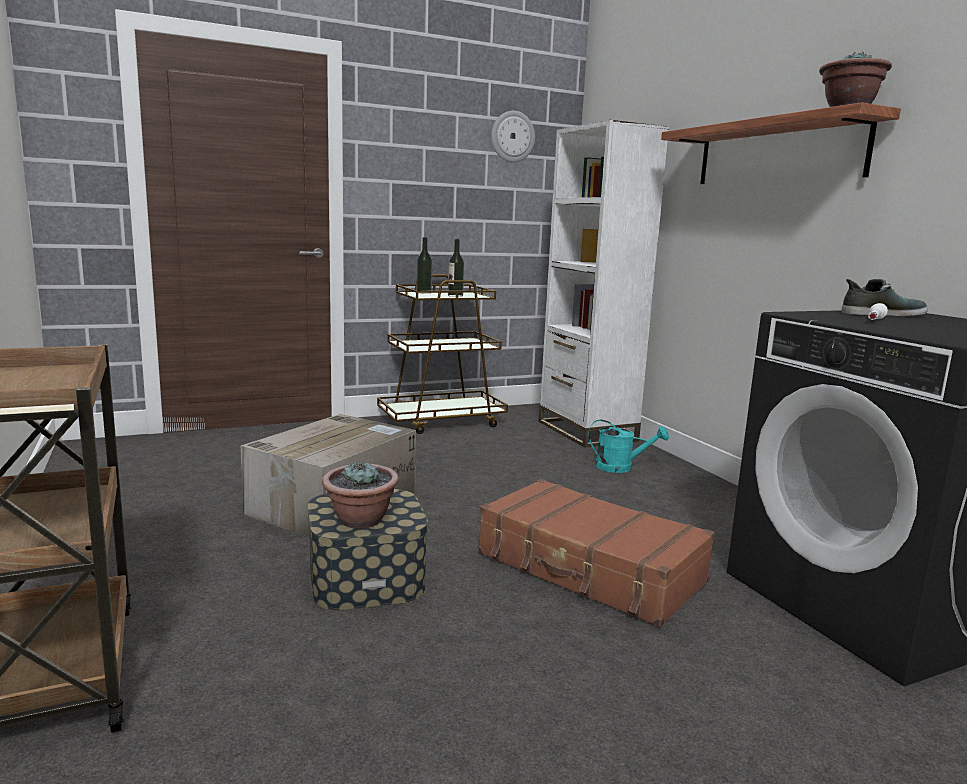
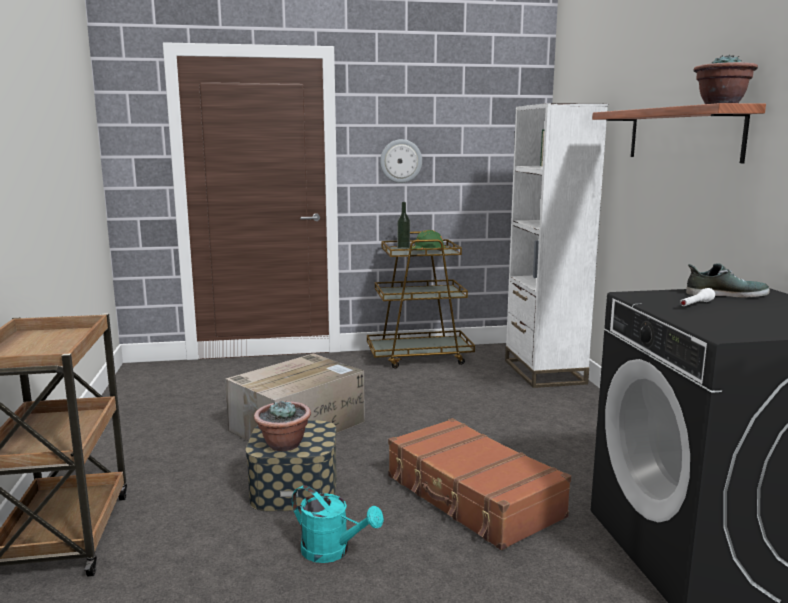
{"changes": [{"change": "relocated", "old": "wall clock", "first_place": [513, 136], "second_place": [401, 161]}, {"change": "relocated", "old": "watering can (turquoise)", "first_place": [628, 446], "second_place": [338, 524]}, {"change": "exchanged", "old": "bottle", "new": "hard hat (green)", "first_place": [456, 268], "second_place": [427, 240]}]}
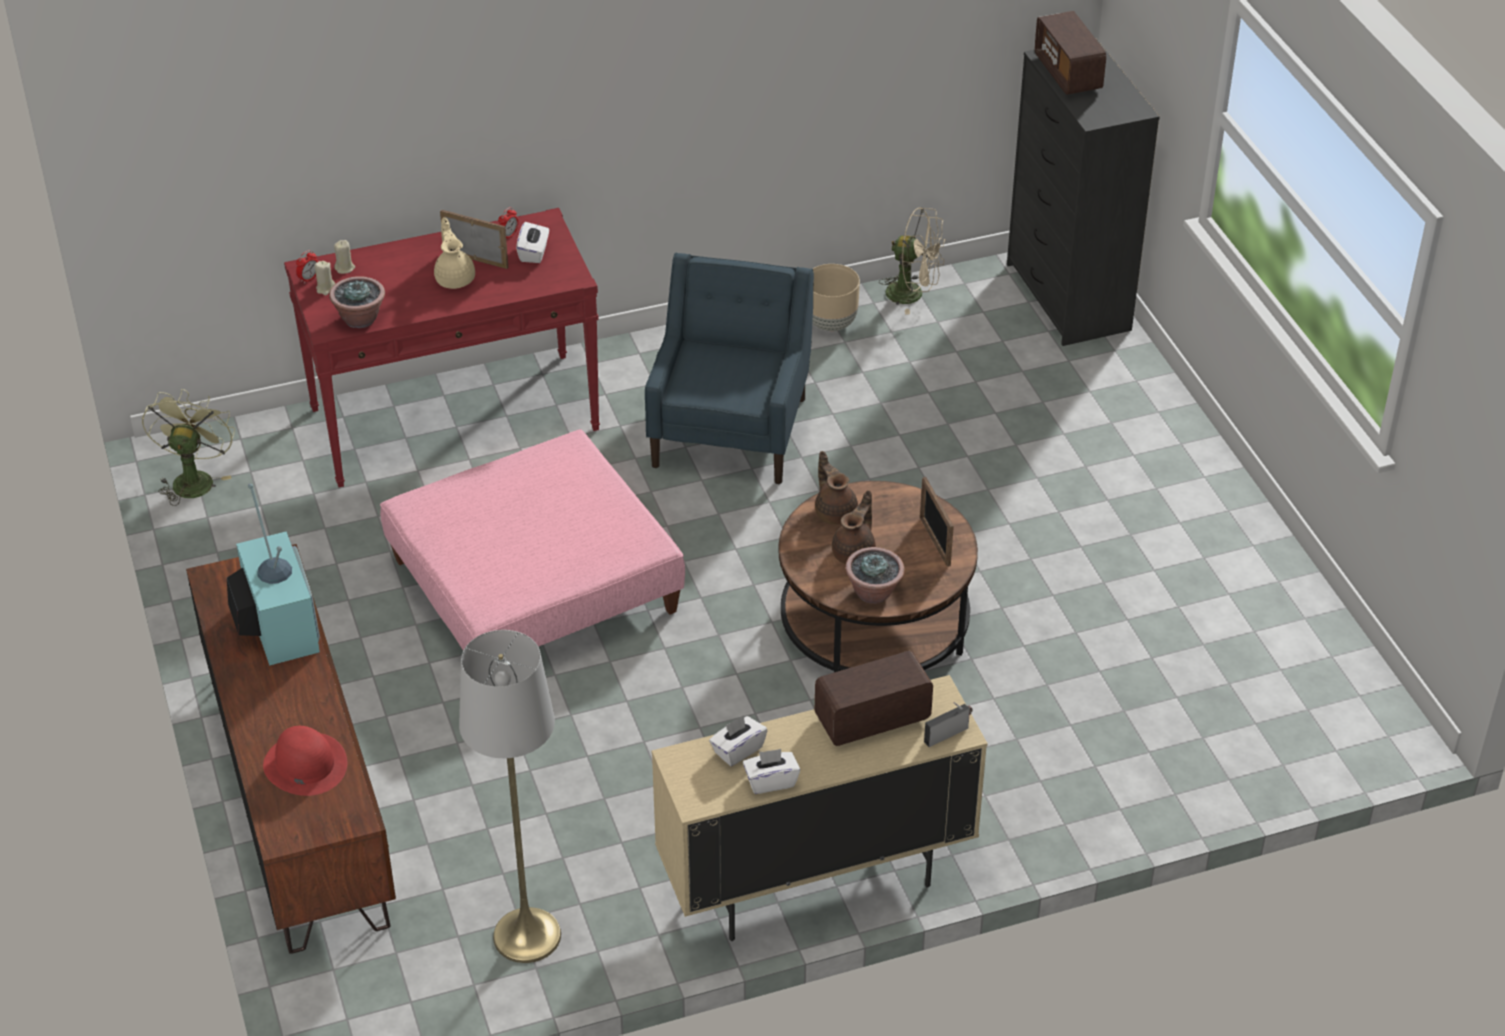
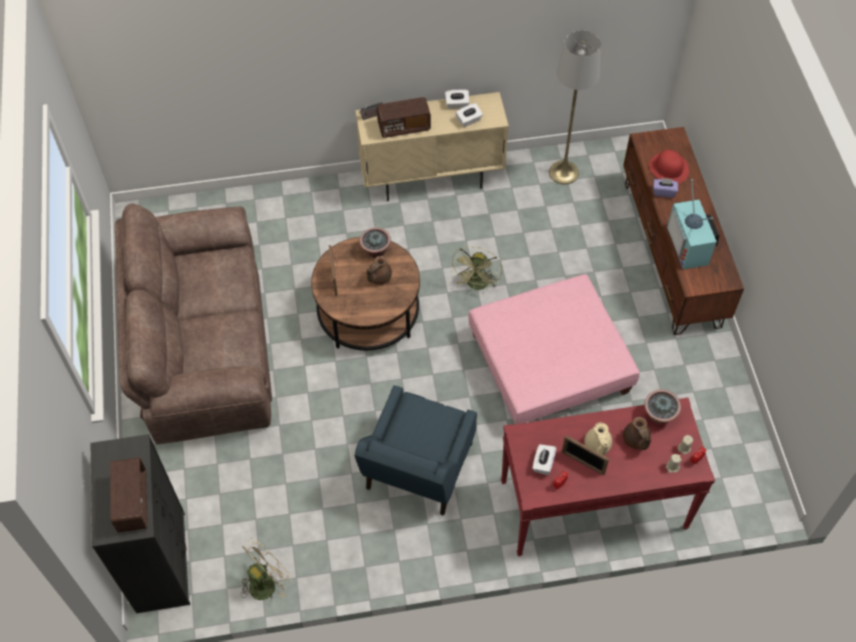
{"changes": [{"change": "missing", "old": "planter (beige)", "first_place": [836, 297]}, {"change": "appeared", "new": "sofa (brown)", "second_place": [193, 323]}, {"change": "appeared", "new": "tissue box (purple)", "second_place": [665, 188]}, {"change": "relocated", "old": "fan (green)", "first_place": [188, 447], "second_place": [476, 268]}, {"change": "relocated", "old": "teapot (brown)", "first_place": [836, 488], "second_place": [637, 433]}, {"change": "spun", "old": "fan (beige)", "first_place": [912, 261], "second_place": [266, 569], "degrees": 105}]}
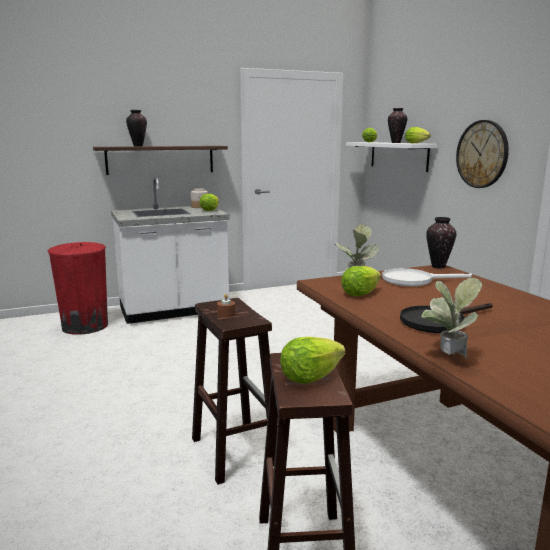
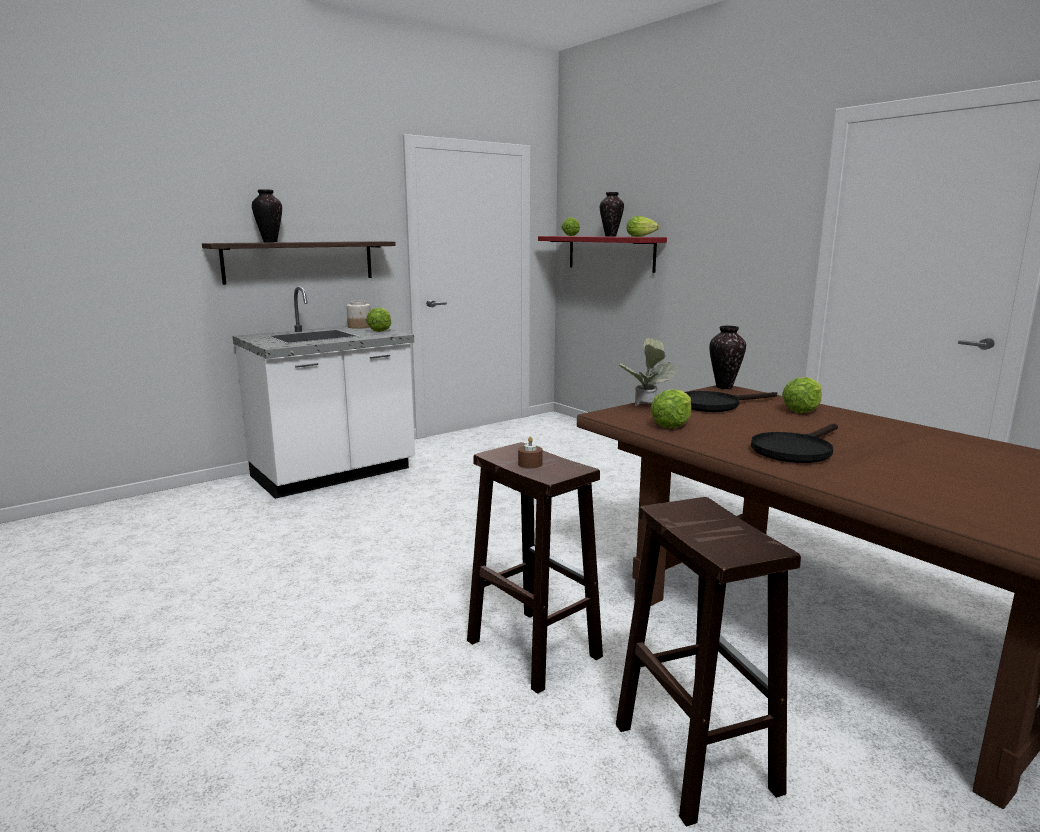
{"changes": [{"change": "missing", "old": "trash can (red)", "first_place": [78, 288]}, {"change": "missing", "old": "potted plant", "first_place": [452, 318]}, {"change": "missing", "old": "wall clock", "first_place": [482, 154]}, {"change": "relocated", "old": "lettuce", "first_place": [313, 360], "second_place": [802, 395]}, {"change": "colour", "old": "shelf (white)", "new": "shelf (red)", "first_place": [391, 157], "second_place": [602, 254]}, {"change": "colour", "old": "frying pan (white)", "new": "frying pan (black)", "first_place": [427, 277], "second_place": [731, 401]}]}
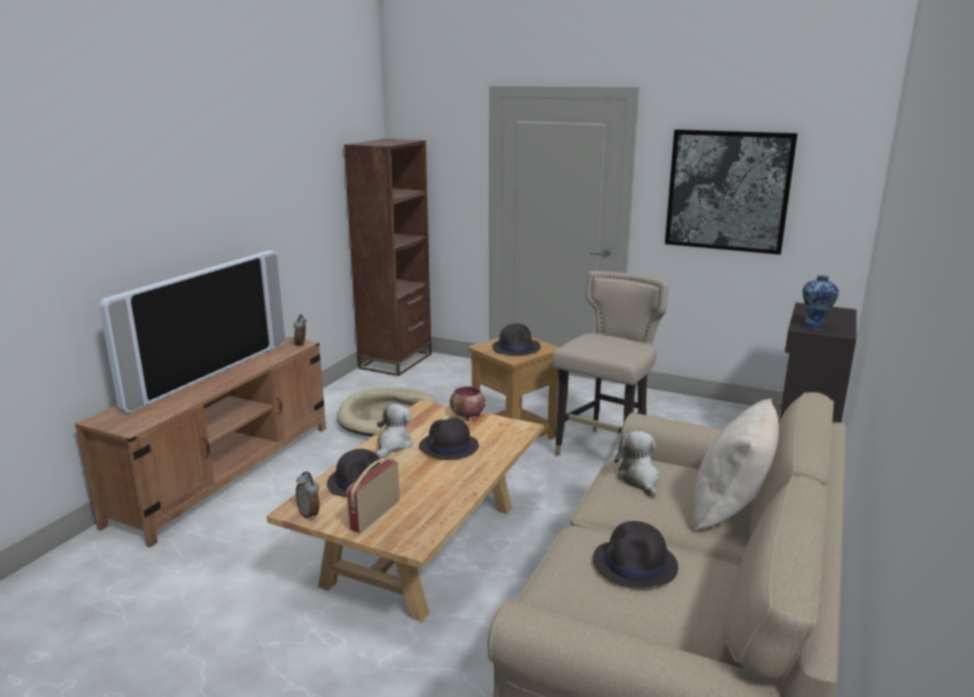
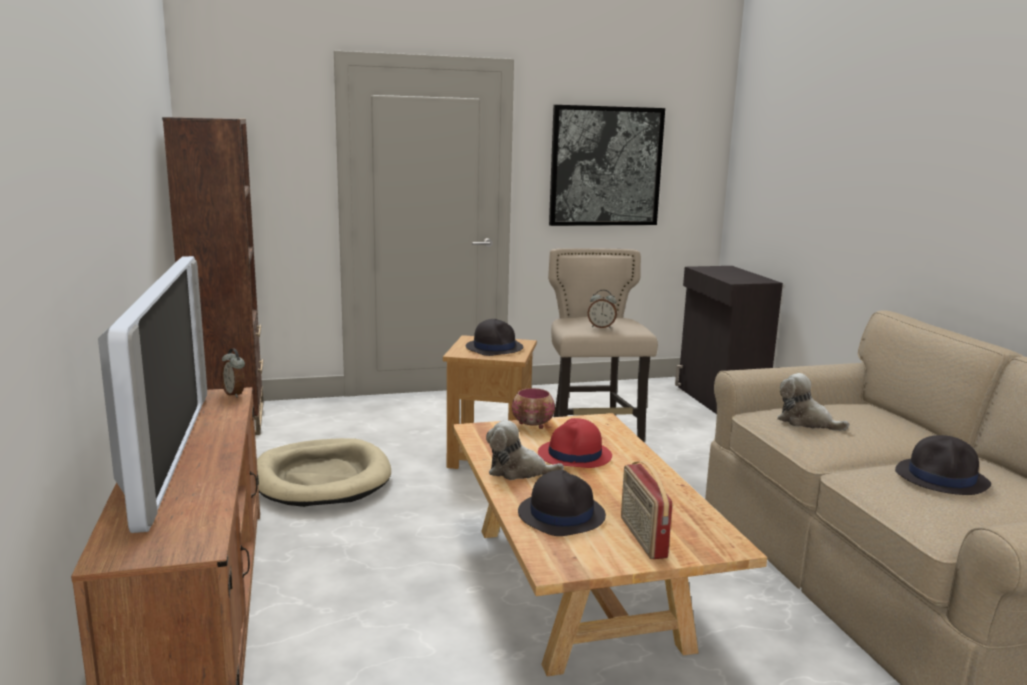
{"changes": [{"change": "missing", "old": "pillow (beige)", "first_place": [735, 464]}, {"change": "missing", "old": "vase", "first_place": [821, 303]}, {"change": "relocated", "old": "alarm clock", "first_place": [308, 495], "second_place": [602, 309]}, {"change": "colour", "old": "hat (black)", "new": "hat (red)", "first_place": [449, 439], "second_place": [575, 443]}, {"change": "spun", "old": "plush toy", "first_place": [394, 431], "second_place": [525, 450], "degrees": -60}]}
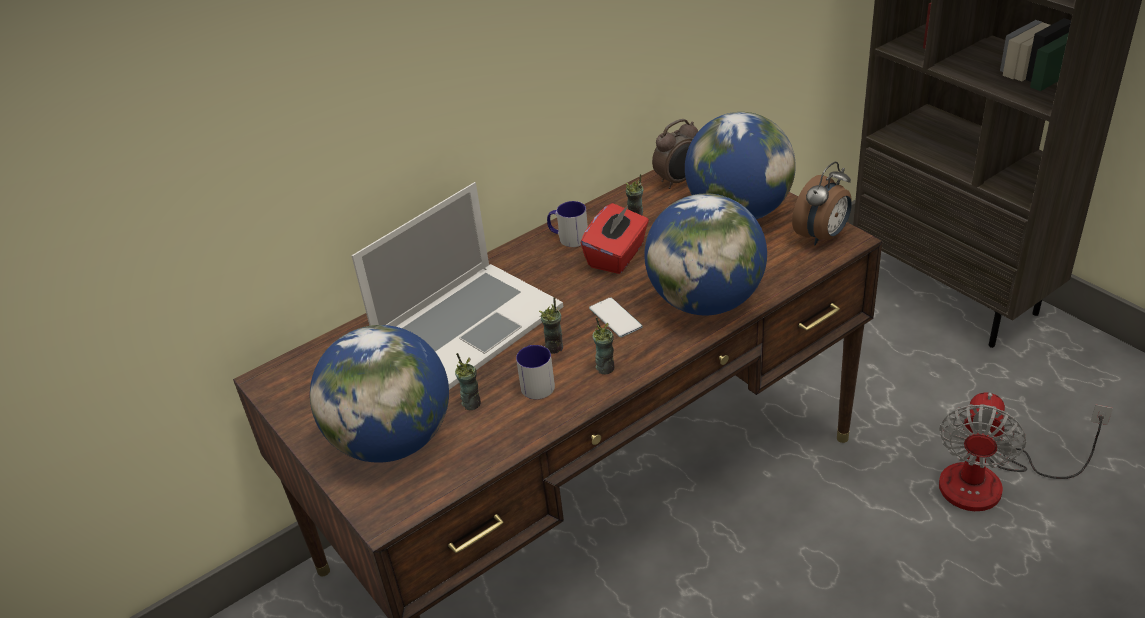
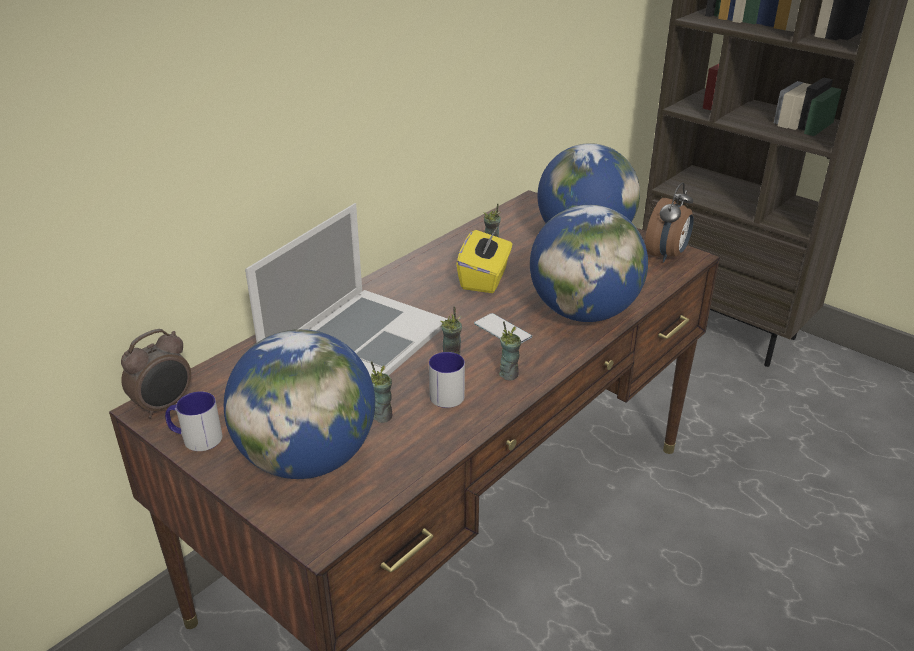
{"changes": [{"change": "missing", "old": "fan", "first_place": [1026, 452]}, {"change": "relocated", "old": "mug", "first_place": [567, 224], "second_place": [193, 421]}, {"change": "relocated", "old": "alarm clock", "first_place": [675, 154], "second_place": [156, 374]}, {"change": "colour", "old": "tissue box (red)", "new": "tissue box (yellow)", "first_place": [615, 238], "second_place": [484, 260]}]}
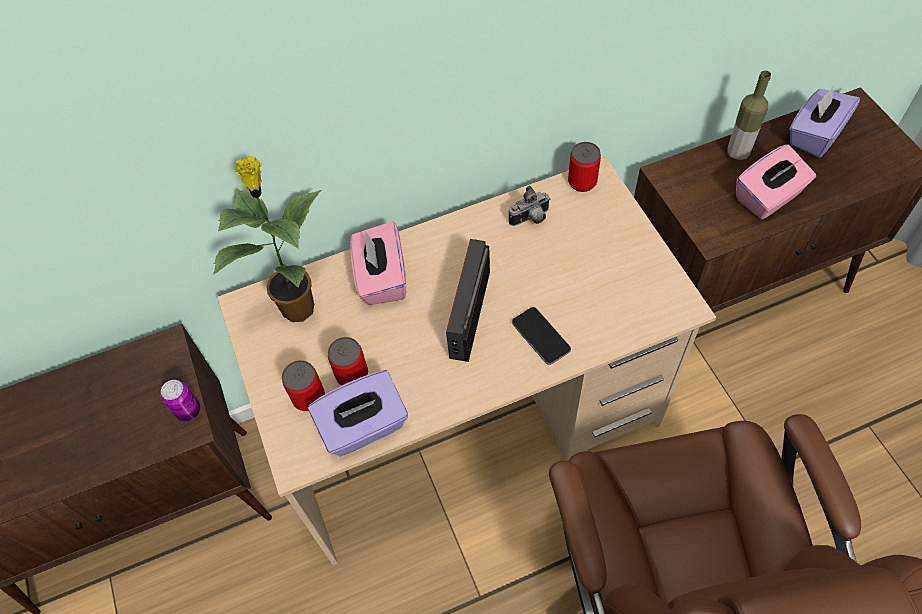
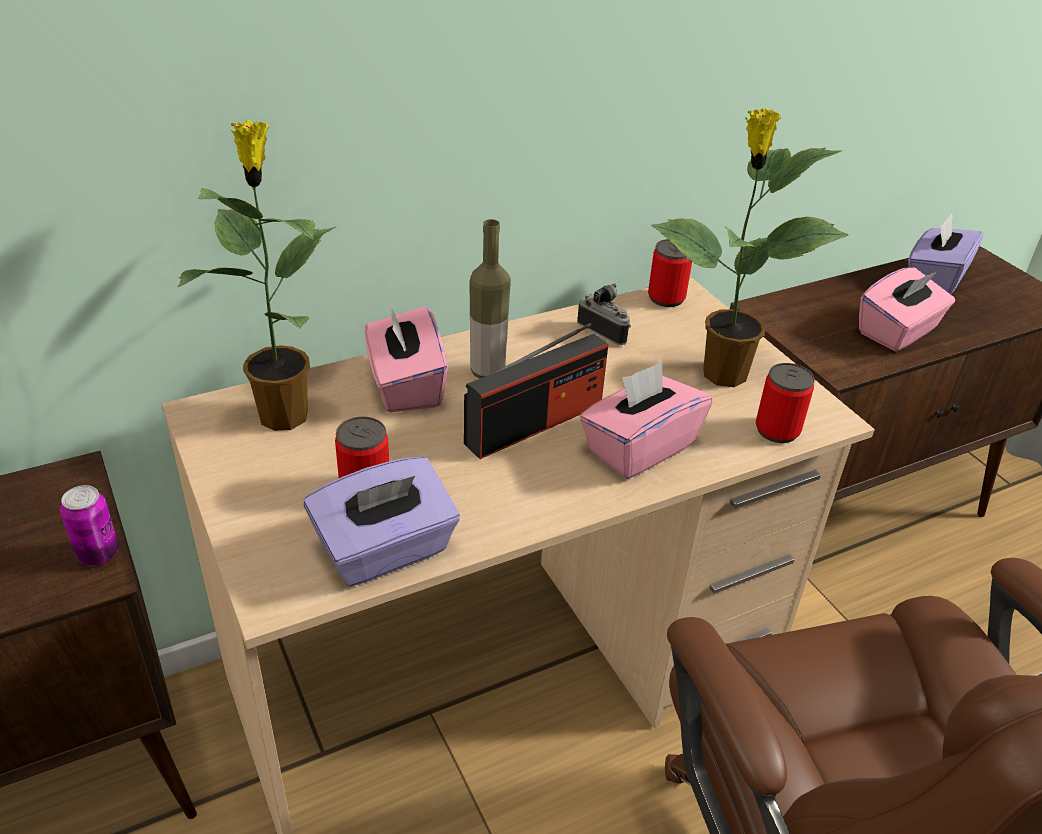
{"changes": [{"change": "appeared", "new": "potted plant", "second_place": [750, 247]}, {"change": "relocated", "old": "can", "first_place": [303, 385], "second_place": [785, 403]}, {"change": "relocated", "old": "bottle", "first_place": [749, 116], "second_place": [490, 298]}, {"change": "exchanged", "old": "phone", "new": "tissue box (pink)", "first_place": [541, 336], "second_place": [646, 420]}, {"change": "spun", "old": "radio", "first_place": [468, 300], "second_place": [536, 391], "degrees": -135}, {"change": "spun", "old": "photo camera", "first_place": [529, 206], "second_place": [604, 314], "degrees": -105}]}
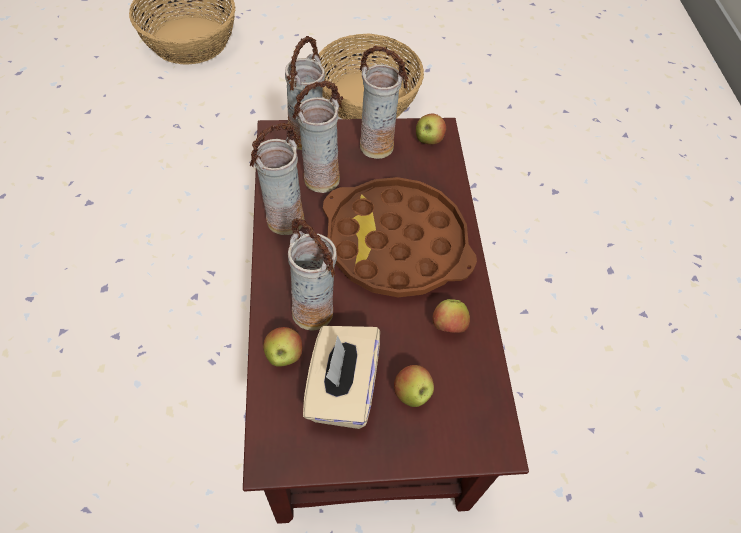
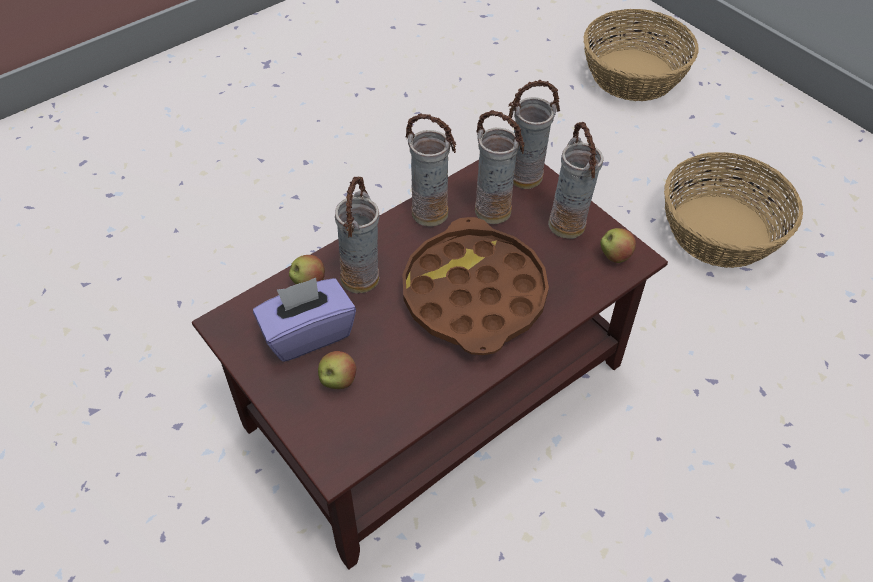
{"changes": [{"change": "missing", "old": "apple", "first_place": [451, 316]}, {"change": "colour", "old": "tissue box (beige)", "new": "tissue box (purple)", "first_place": [341, 377], "second_place": [304, 320]}]}
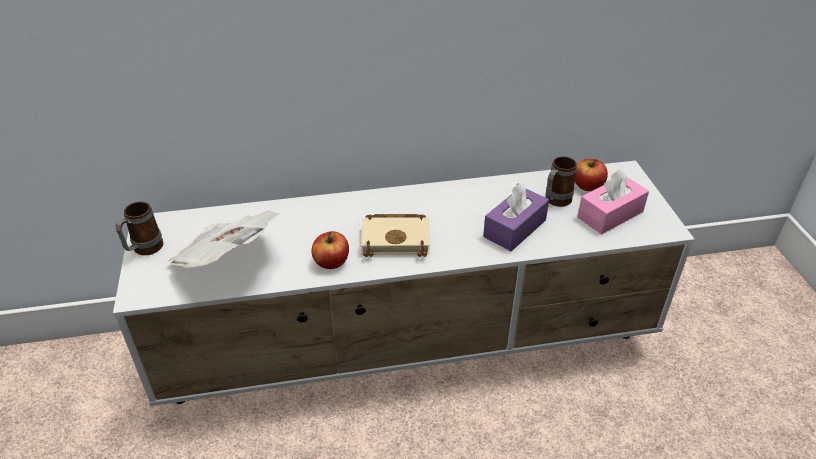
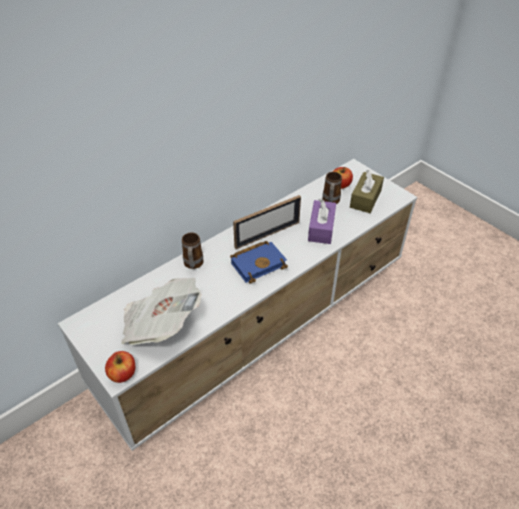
{"changes": [{"change": "appeared", "new": "picture frame", "second_place": [267, 222]}, {"change": "relocated", "old": "mug", "first_place": [139, 228], "second_place": [193, 250]}, {"change": "relocated", "old": "apple", "first_place": [330, 250], "second_place": [120, 367]}, {"change": "colour", "old": "book (beige)", "new": "book (blue)", "first_place": [395, 235], "second_place": [259, 262]}, {"change": "colour", "old": "tissue box (pink)", "new": "tissue box (brown)", "first_place": [613, 202], "second_place": [367, 191]}]}
